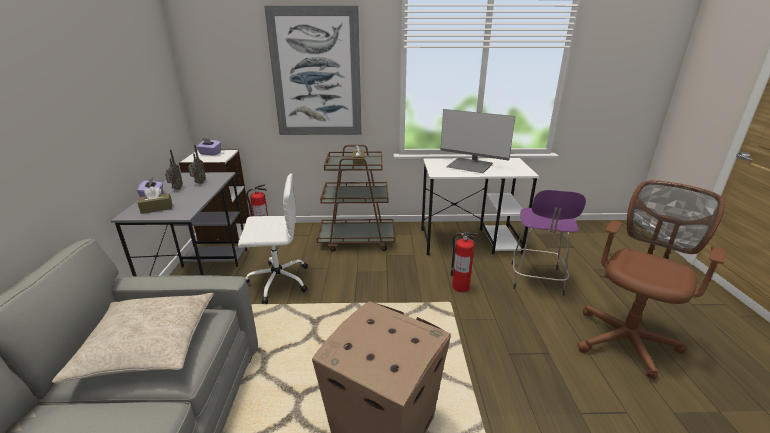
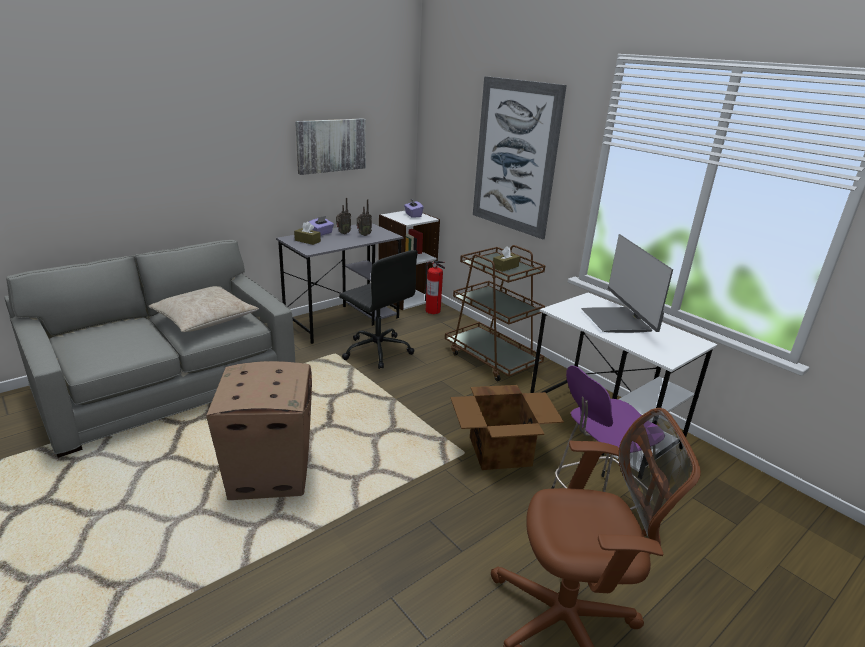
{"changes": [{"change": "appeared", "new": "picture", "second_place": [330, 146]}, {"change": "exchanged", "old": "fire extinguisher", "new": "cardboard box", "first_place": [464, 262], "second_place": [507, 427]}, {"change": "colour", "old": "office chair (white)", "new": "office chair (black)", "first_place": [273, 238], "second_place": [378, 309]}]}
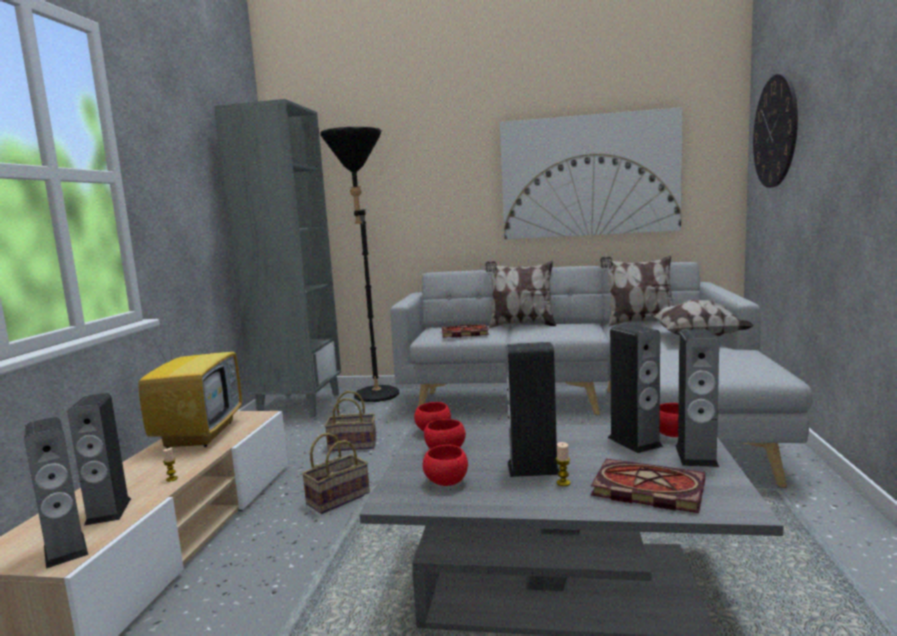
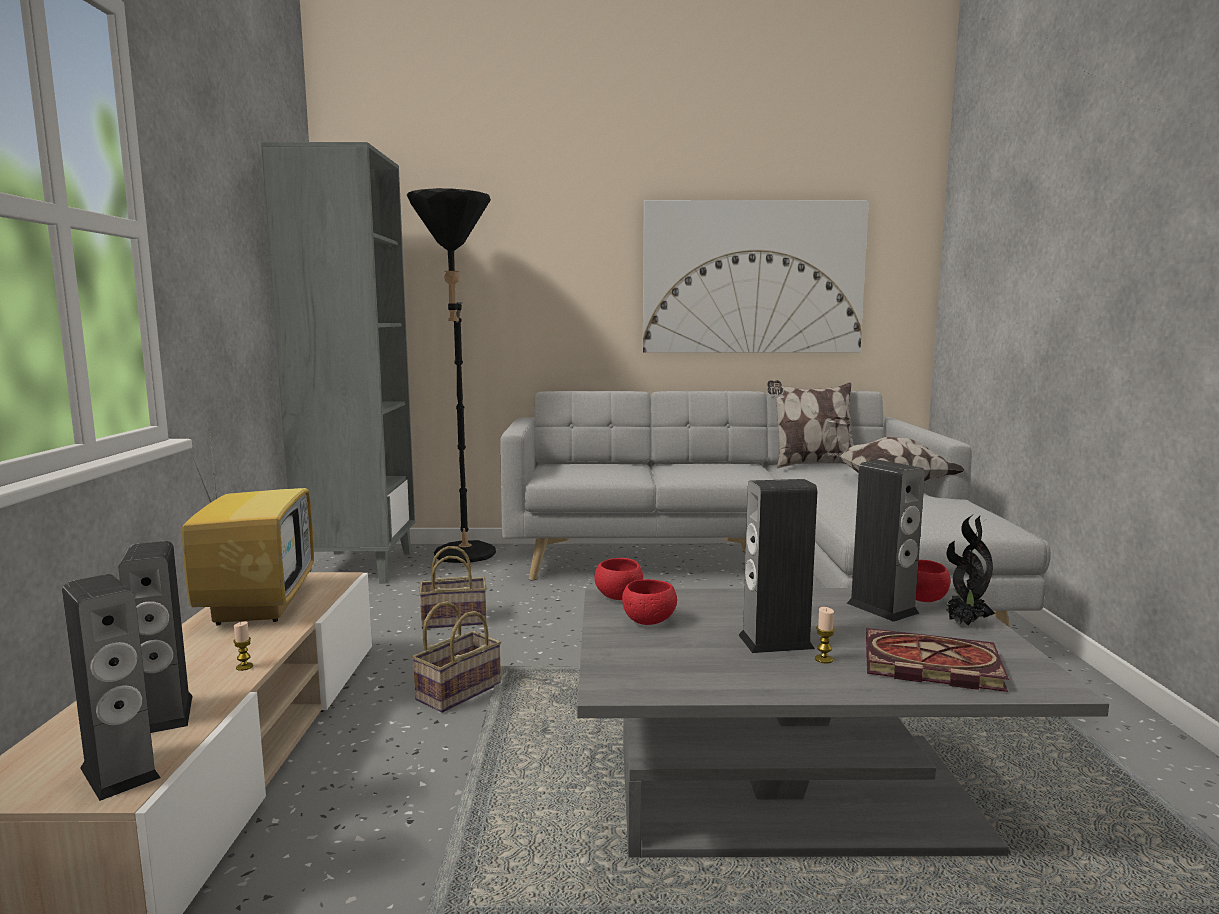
{"changes": [{"change": "missing", "old": "bowl (red)", "first_place": [445, 465]}, {"change": "missing", "old": "book", "first_place": [465, 331]}, {"change": "missing", "old": "pillow", "first_place": [520, 294]}, {"change": "missing", "old": "wall clock", "first_place": [775, 131]}, {"change": "exchanged", "old": "speaker", "new": "potted plant", "first_place": [697, 398], "second_place": [970, 570]}]}
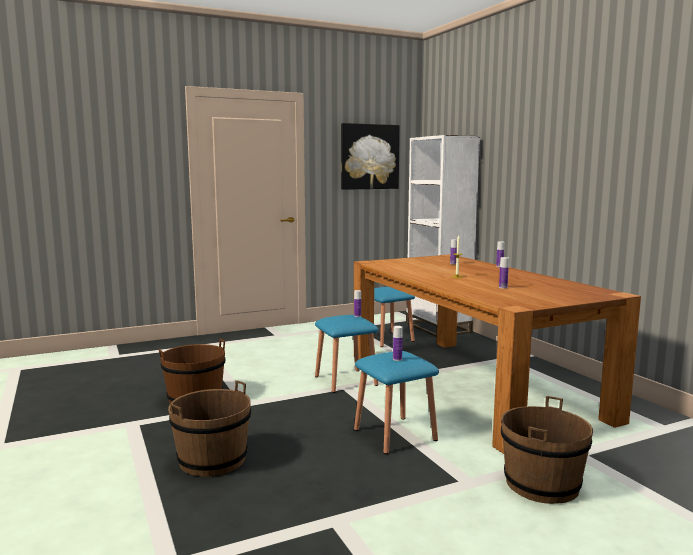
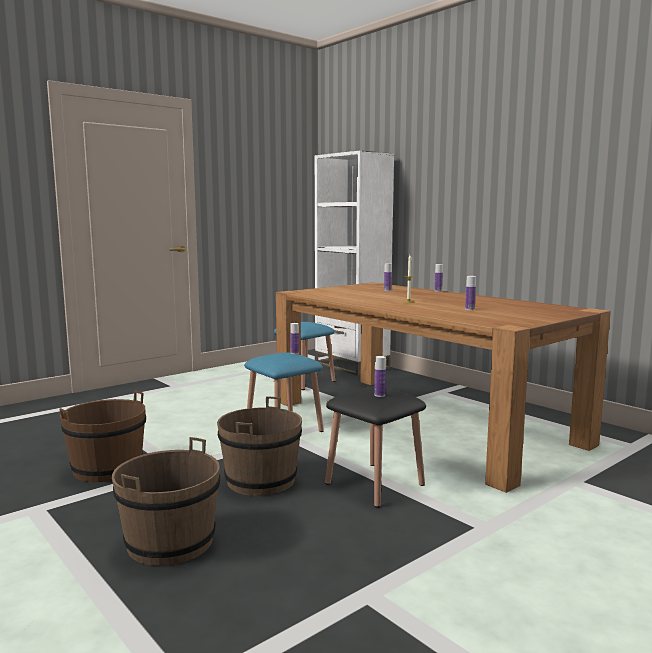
{"changes": [{"change": "missing", "old": "picture", "first_place": [370, 156]}, {"change": "relocated", "old": "bucket (brown)", "first_place": [547, 450], "second_place": [259, 446]}, {"change": "colour", "old": "stool (blue)", "new": "stool (black)", "first_place": [396, 402], "second_place": [375, 447]}]}
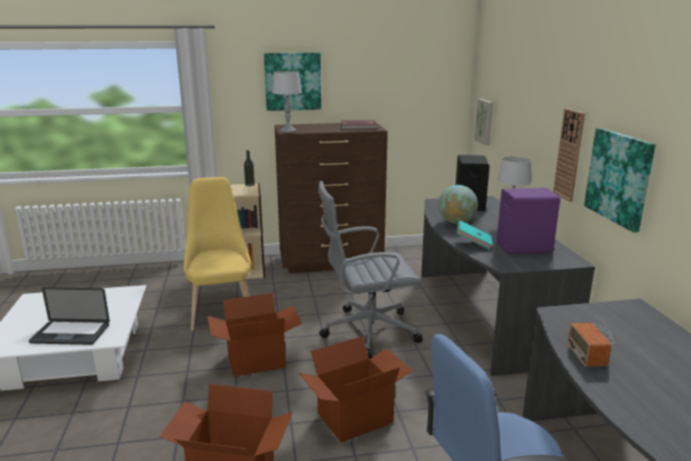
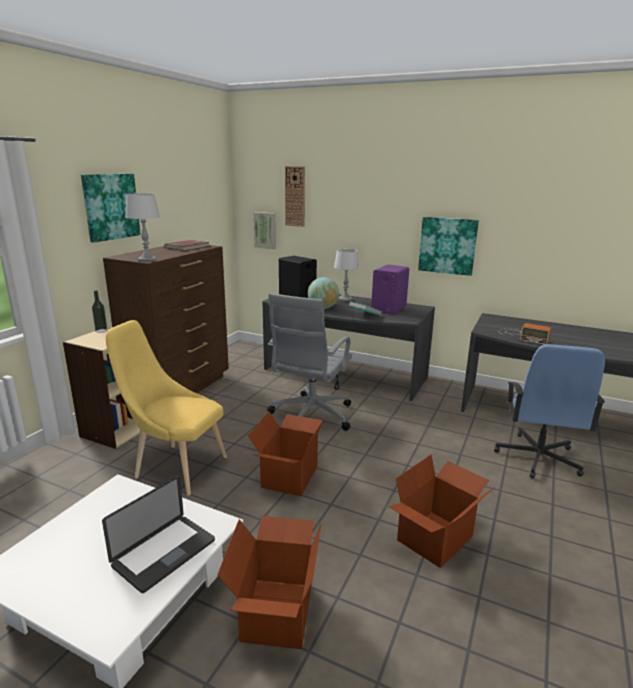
{"changes": [{"change": "relocated", "old": "cardboard box", "first_place": [355, 389], "second_place": [269, 582]}, {"change": "relocated", "old": "wall clock", "first_place": [569, 155], "second_place": [295, 196]}]}
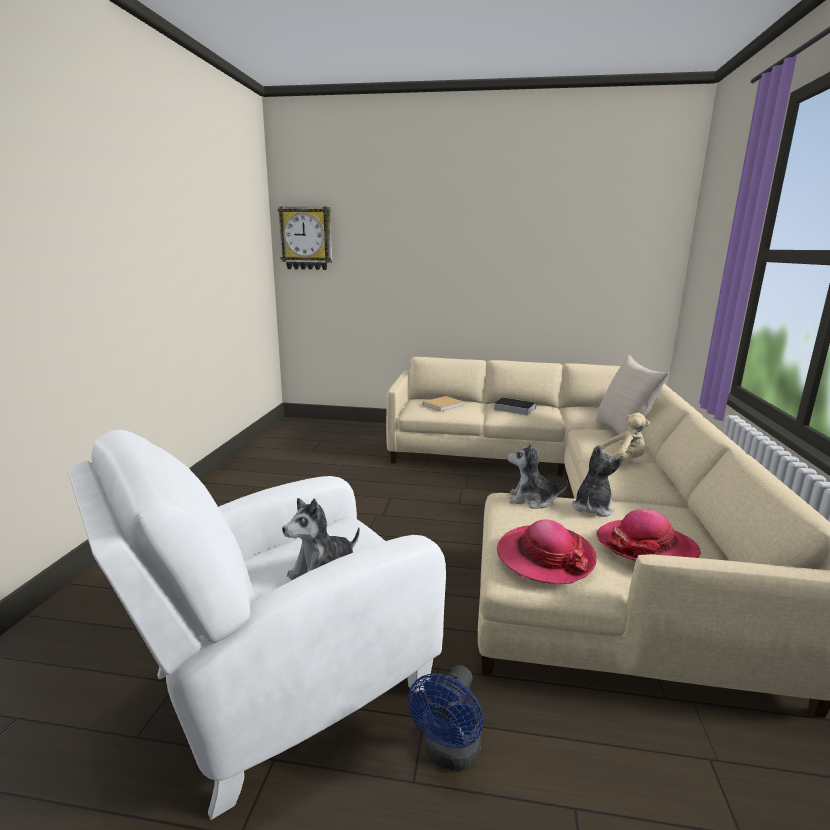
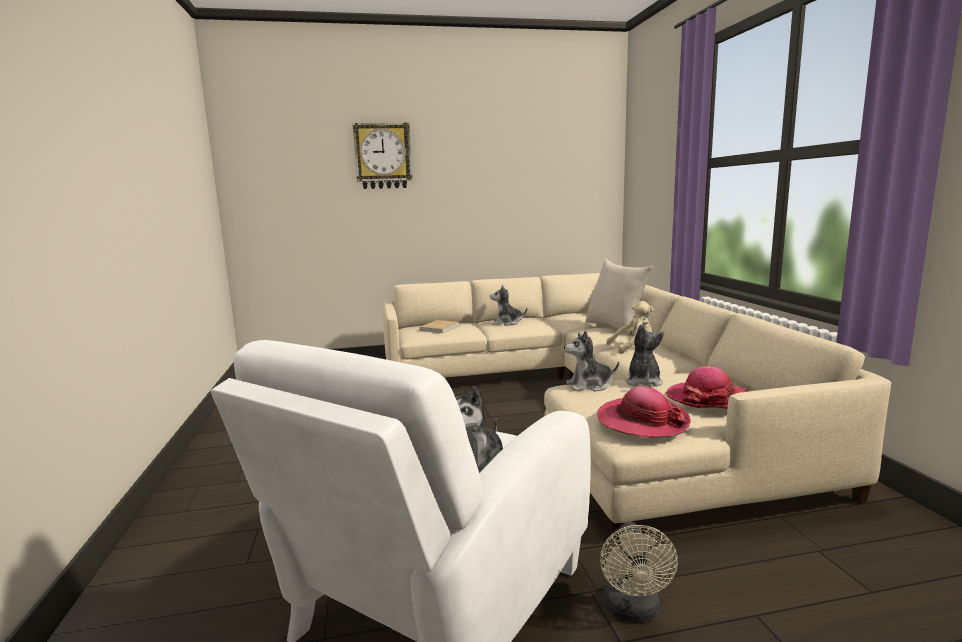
{"changes": [{"change": "relocated", "old": "wall clock", "first_place": [305, 238], "second_place": [383, 156]}, {"change": "exchanged", "old": "book", "new": "plush toy", "first_place": [514, 406], "second_place": [508, 305]}, {"change": "colour", "old": "fan (blue)", "new": "fan (beige)", "first_place": [445, 718], "second_place": [639, 572]}]}
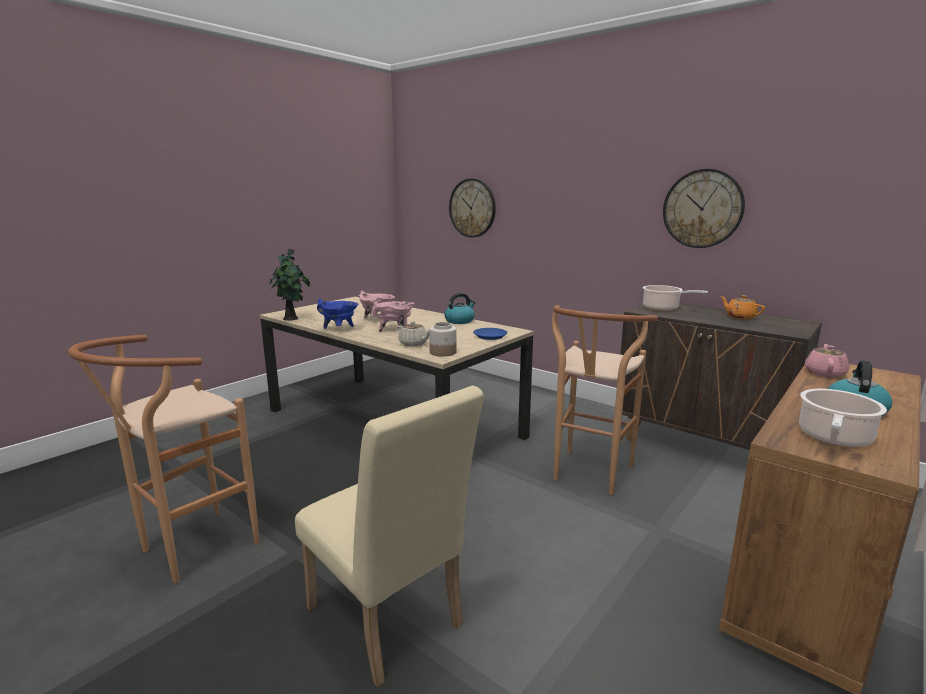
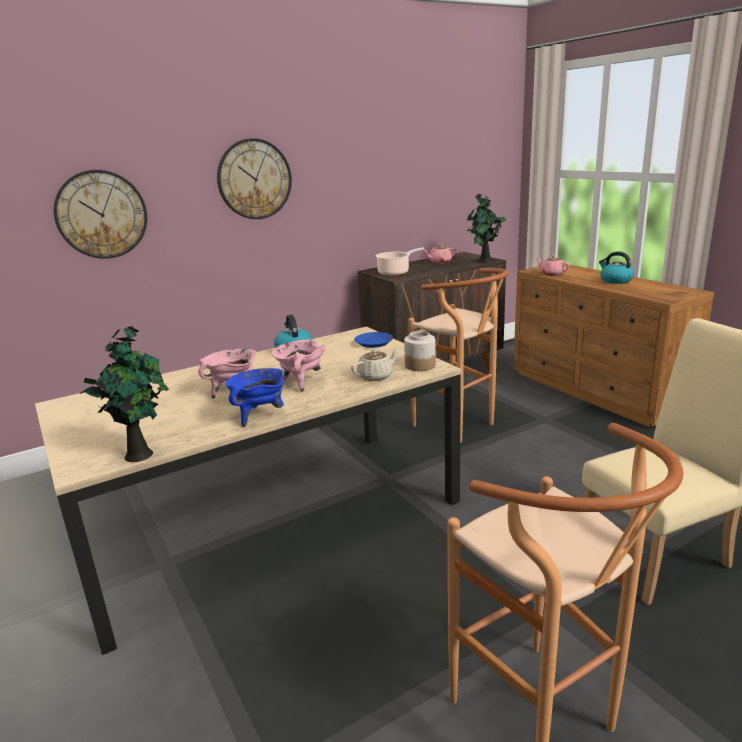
{"changes": [{"change": "missing", "old": "cooking pot", "first_place": [843, 418]}, {"change": "appeared", "new": "potted plant", "second_place": [486, 228]}, {"change": "relocated", "old": "wall clock", "first_place": [704, 208], "second_place": [254, 178]}, {"change": "colour", "old": "teapot (orange)", "new": "teapot (pink)", "first_place": [742, 307], "second_place": [440, 253]}]}
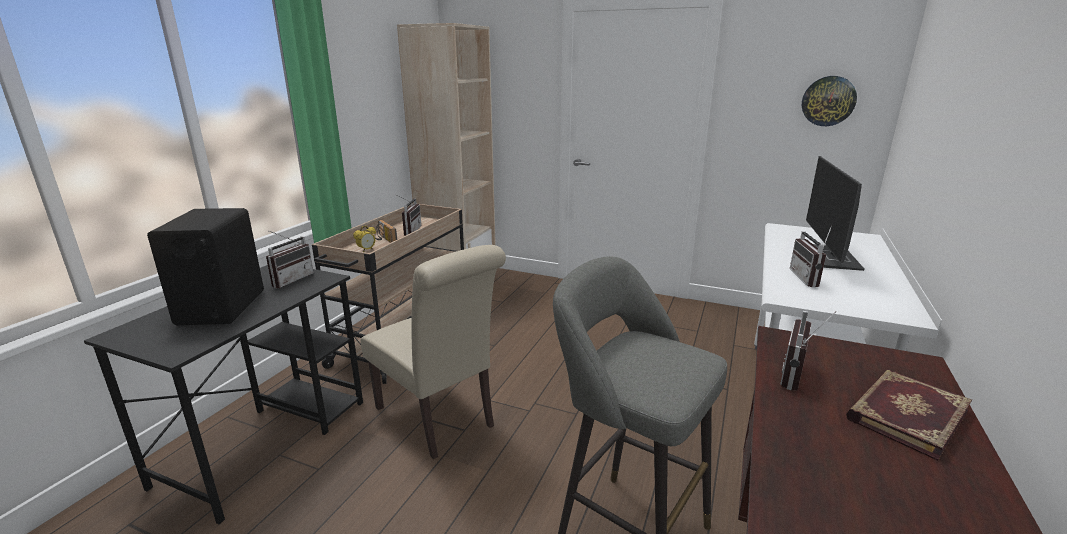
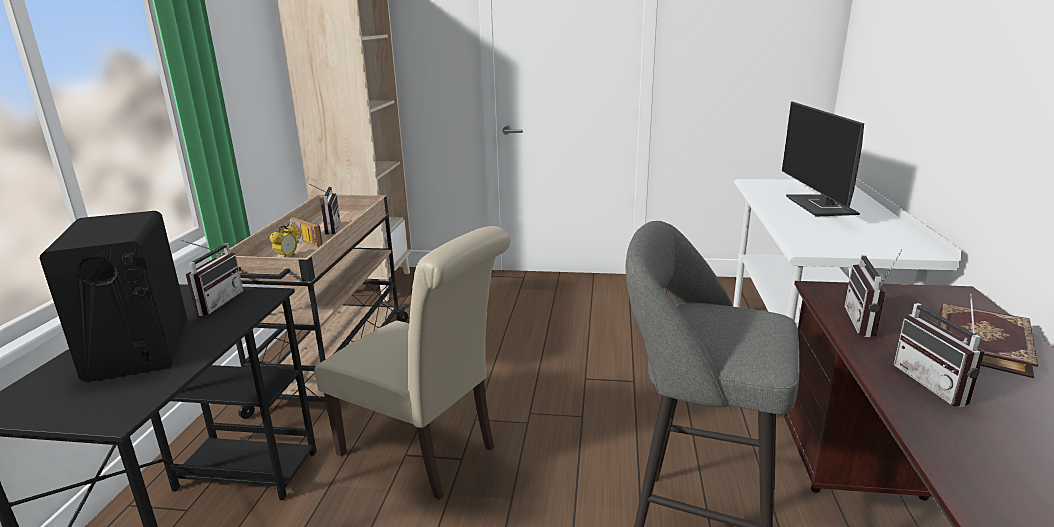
{"changes": [{"change": "missing", "old": "wall clock", "first_place": [829, 101]}, {"change": "relocated", "old": "radio", "first_place": [811, 256], "second_place": [939, 350]}]}
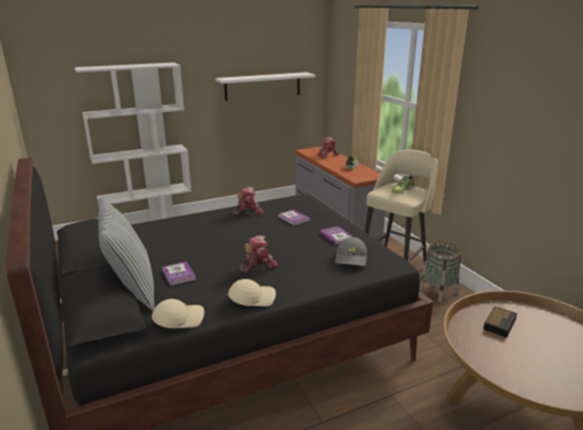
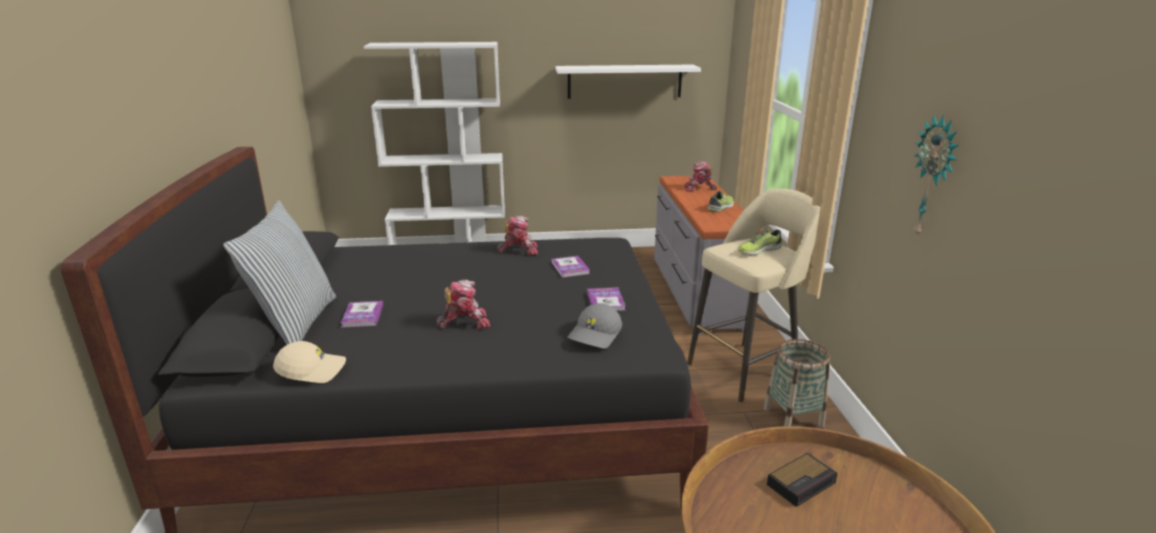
{"changes": [{"change": "missing", "old": "cap (beige)", "first_place": [252, 292]}, {"change": "appeared", "new": "wall clock", "second_place": [936, 176]}]}
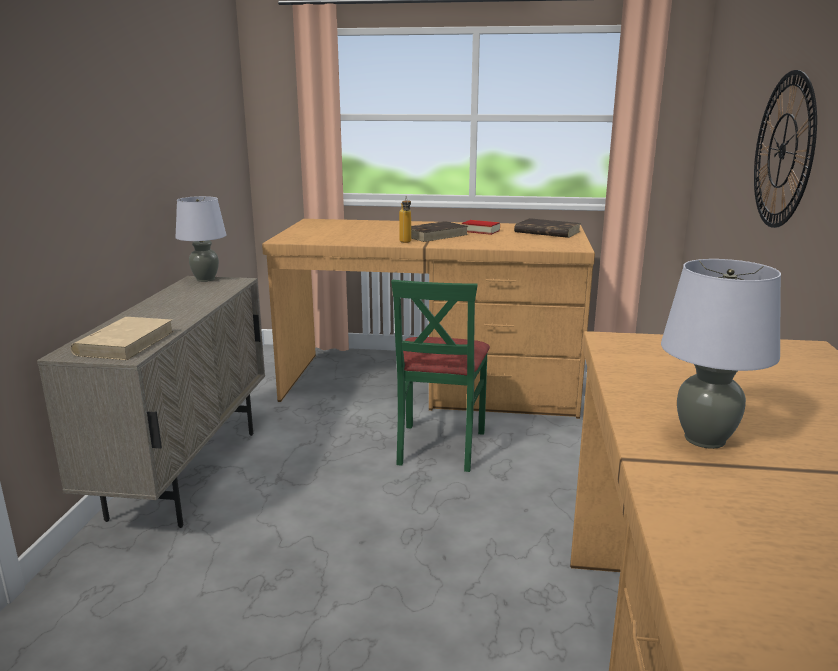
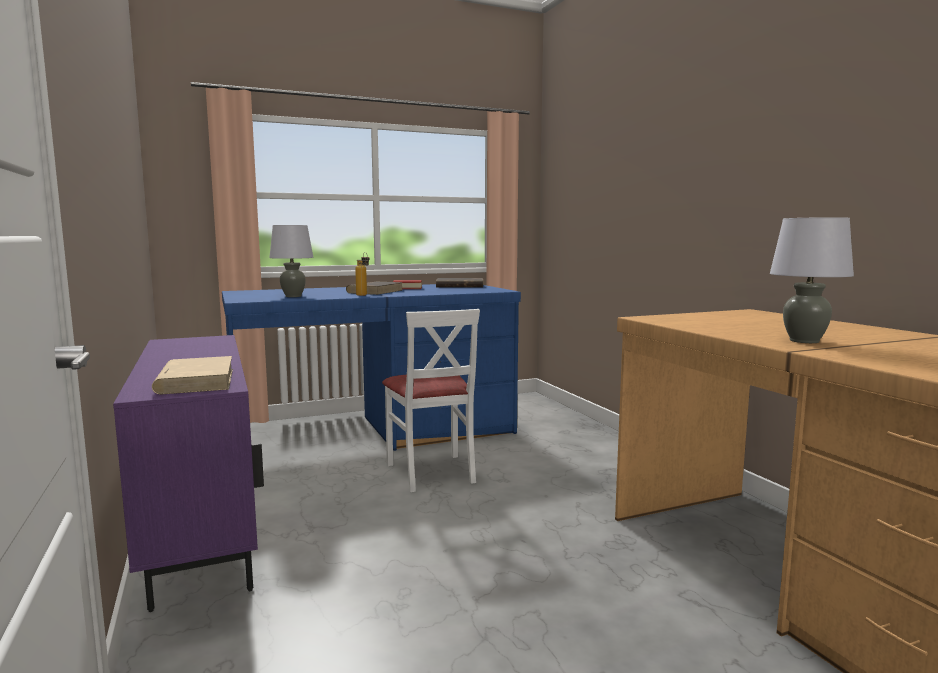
{"changes": [{"change": "missing", "old": "wall clock", "first_place": [785, 149]}, {"change": "relocated", "old": "table lamp (grey)", "first_place": [201, 239], "second_place": [291, 261]}, {"change": "colour", "old": "cabinet (beige)", "new": "cabinet (purple)", "first_place": [151, 402], "second_place": [188, 473]}, {"change": "colour", "old": "desk (brown)", "new": "desk (blue)", "first_place": [428, 319], "second_place": [371, 367]}, {"change": "colour", "old": "chair (green)", "new": "chair (white)", "first_place": [440, 376], "second_place": [431, 400]}]}
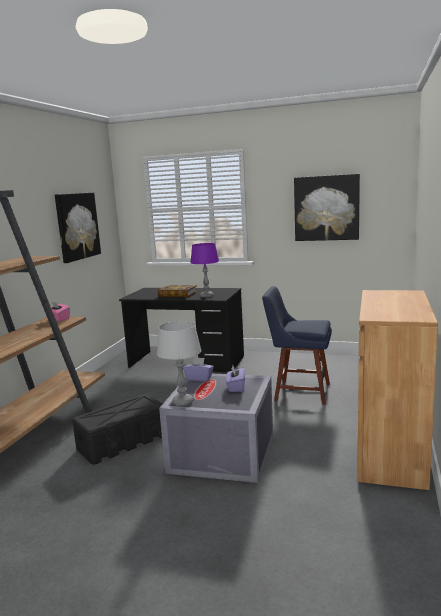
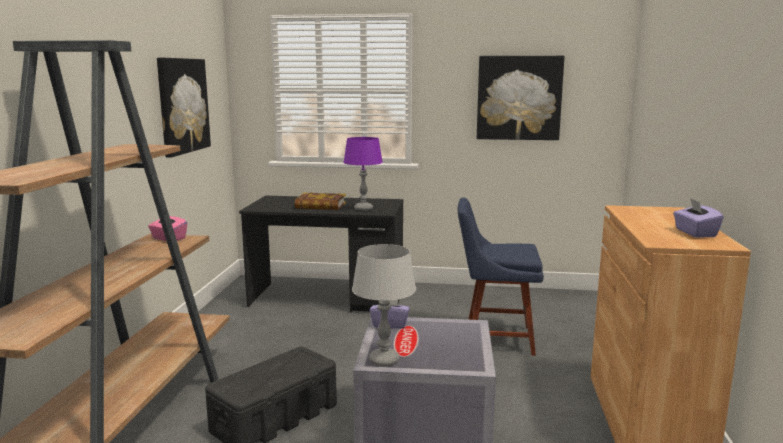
{"changes": [{"change": "relocated", "old": "tissue box (purple)", "first_place": [235, 379], "second_place": [698, 218]}]}
